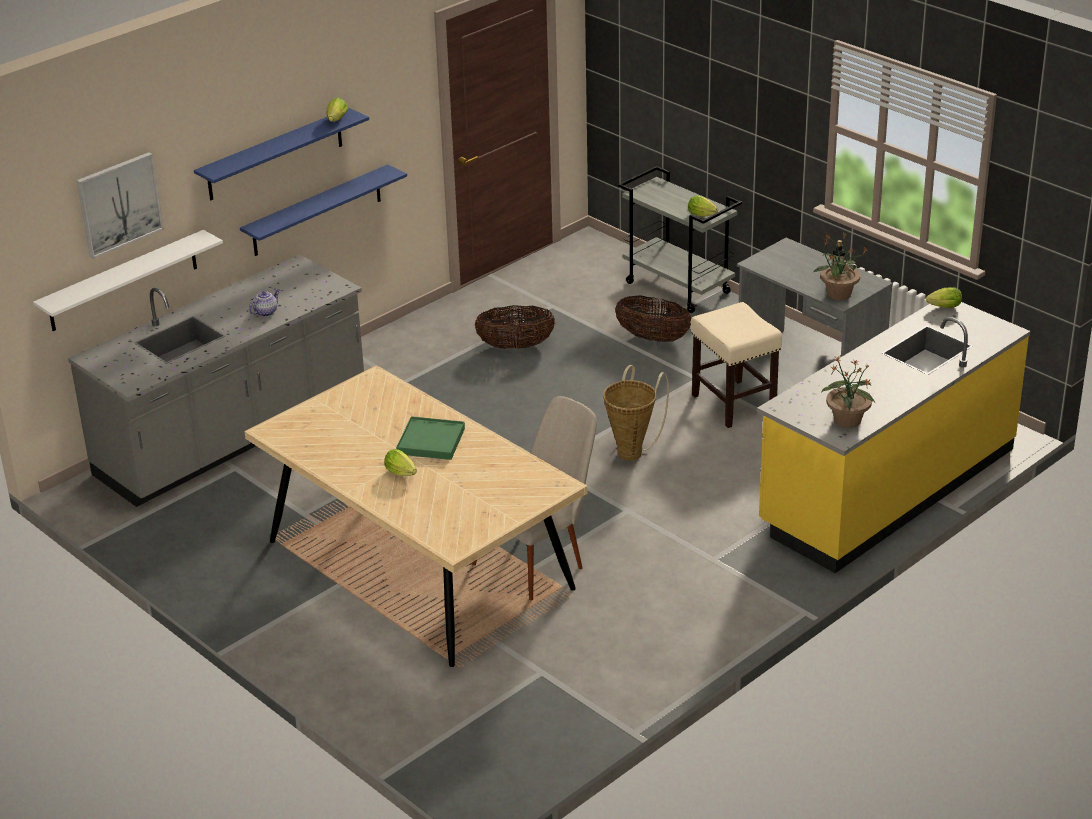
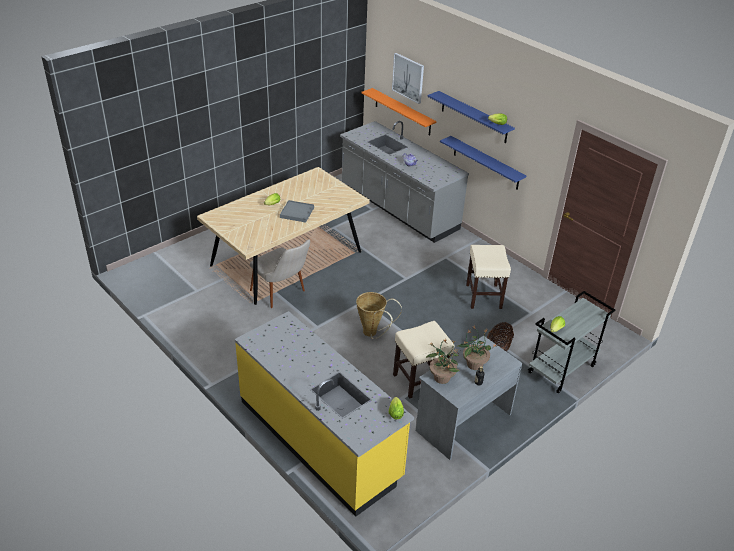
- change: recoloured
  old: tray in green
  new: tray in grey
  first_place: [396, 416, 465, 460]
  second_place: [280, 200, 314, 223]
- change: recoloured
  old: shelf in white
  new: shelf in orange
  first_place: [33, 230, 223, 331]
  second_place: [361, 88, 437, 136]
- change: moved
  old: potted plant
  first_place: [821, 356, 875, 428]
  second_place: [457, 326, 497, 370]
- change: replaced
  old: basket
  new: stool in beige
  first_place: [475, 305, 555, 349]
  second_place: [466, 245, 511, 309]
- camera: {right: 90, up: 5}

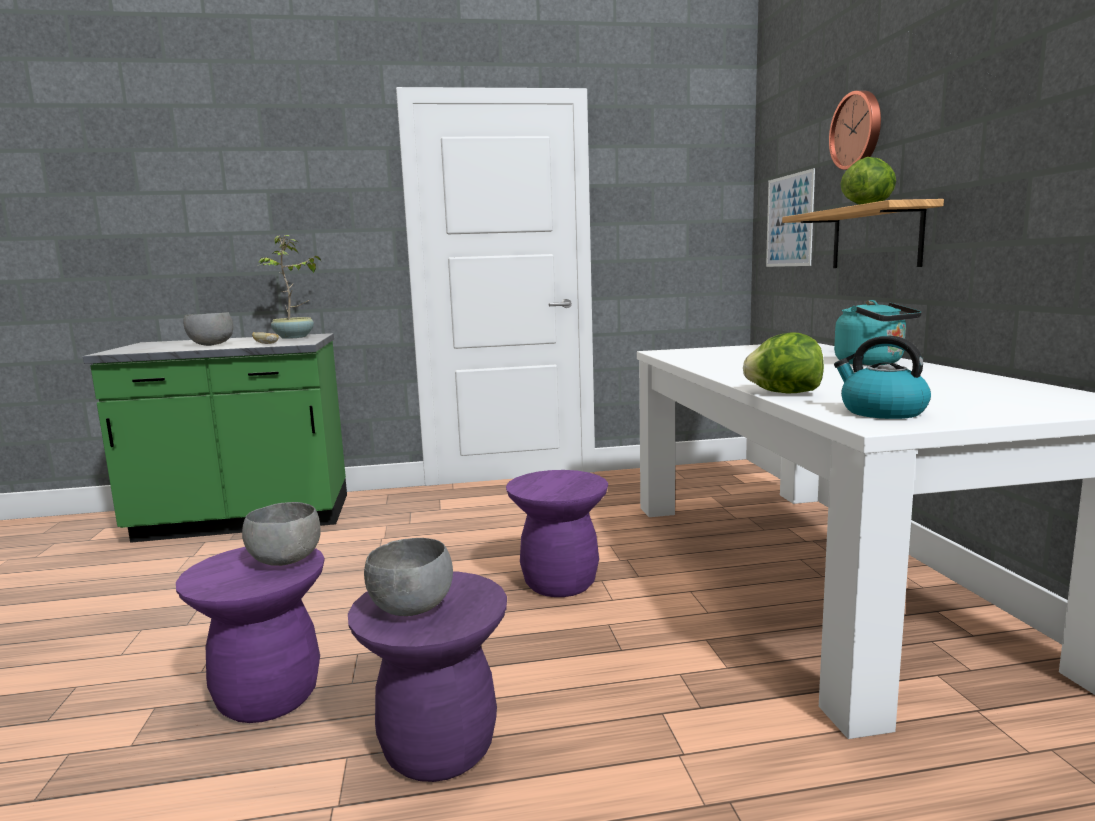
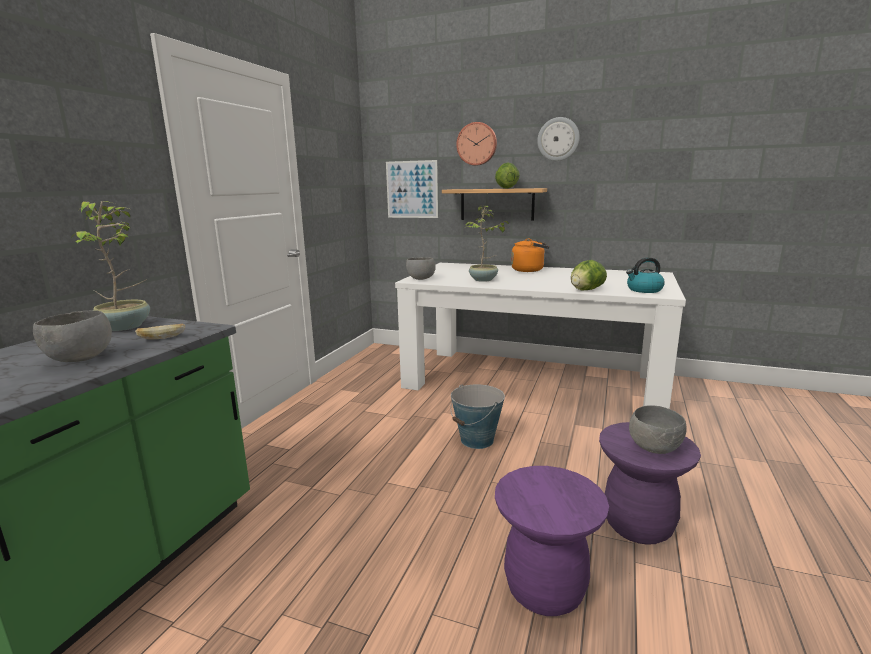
- change: moved
  old: bowl in grey
  first_place: [242, 502, 321, 566]
  second_place: [406, 257, 436, 280]
- change: replaced
  old: stool in purple
  new: bucket
  first_place: [506, 470, 608, 597]
  second_place: [450, 384, 505, 449]
- change: added
  new: potted plant
  second_place: [465, 205, 509, 282]
- change: recoloured
  old: kettle in turquoise
  new: kettle in orange
  first_place: [834, 300, 921, 365]
  second_place: [511, 239, 549, 272]
- change: added
  new: wall clock
  second_place: [537, 117, 580, 161]
- camera: {right: -60, up: 5}

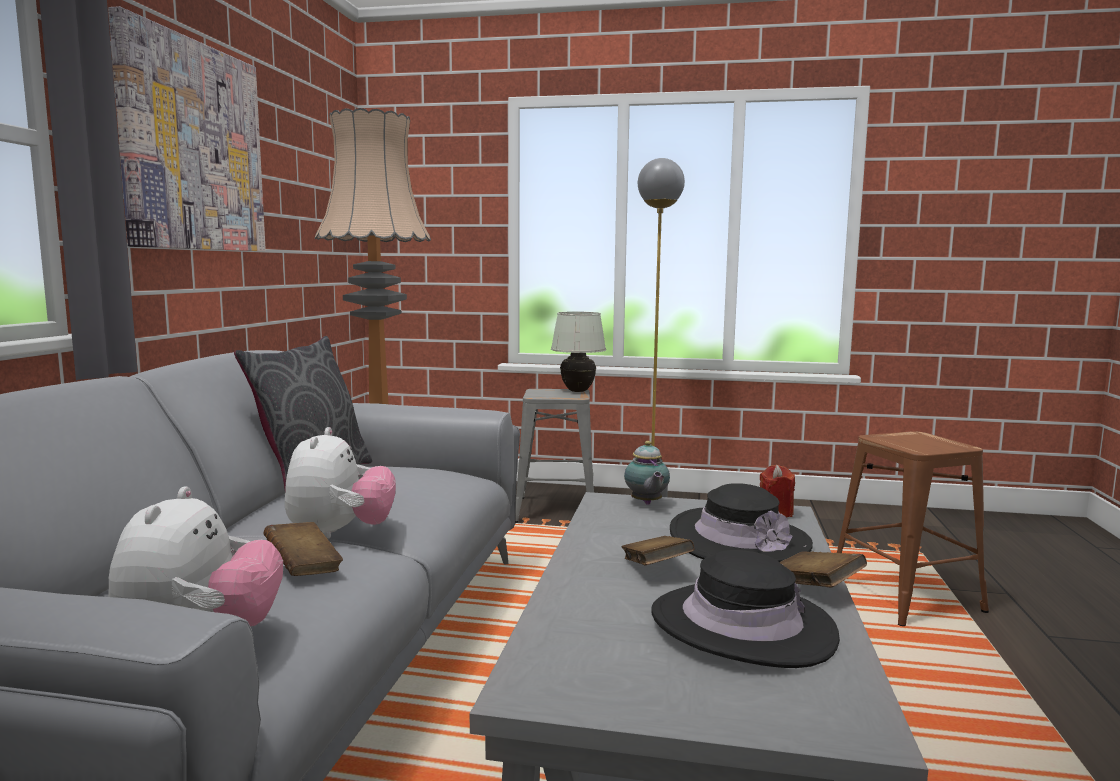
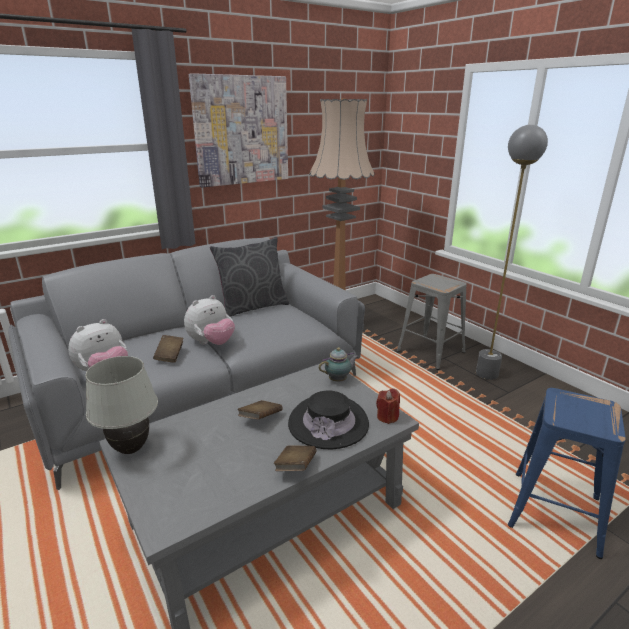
- change: moved
  old: table lamp in white
  first_place: [551, 312, 606, 392]
  second_place: [85, 356, 158, 454]
- change: turned
  old: teapot
  first_place: [624, 441, 670, 505]
  second_place: [319, 347, 359, 382]
  degrees: -150
- change: recoloured
  old: stool in brown
  new: stool in blue
  first_place: [837, 431, 989, 626]
  second_place: [508, 388, 626, 559]
- change: removed
  old: hat in black
  first_place: [651, 550, 840, 668]
- camera: {right: 45, up: 15}

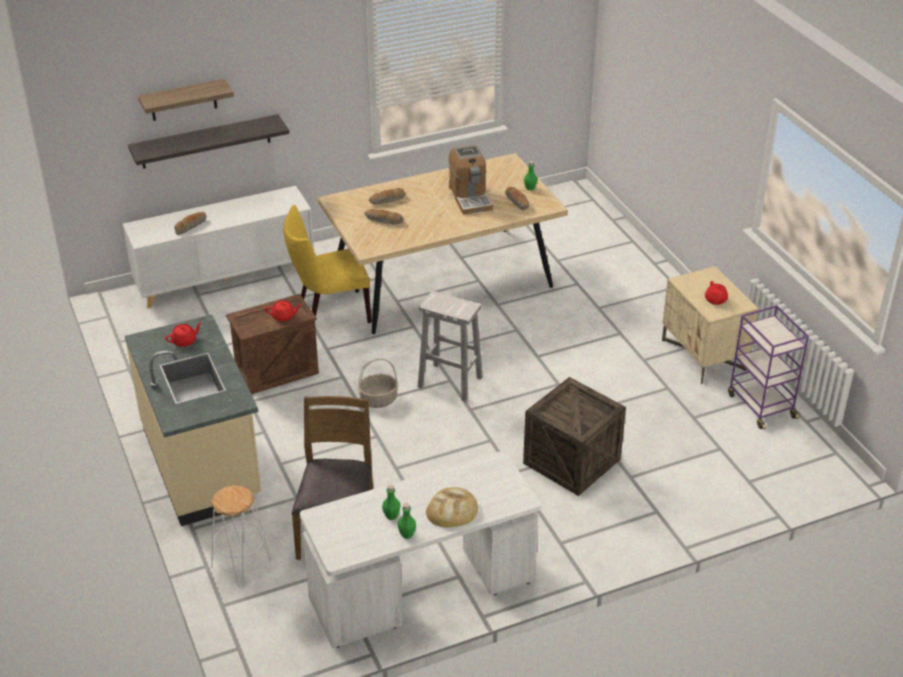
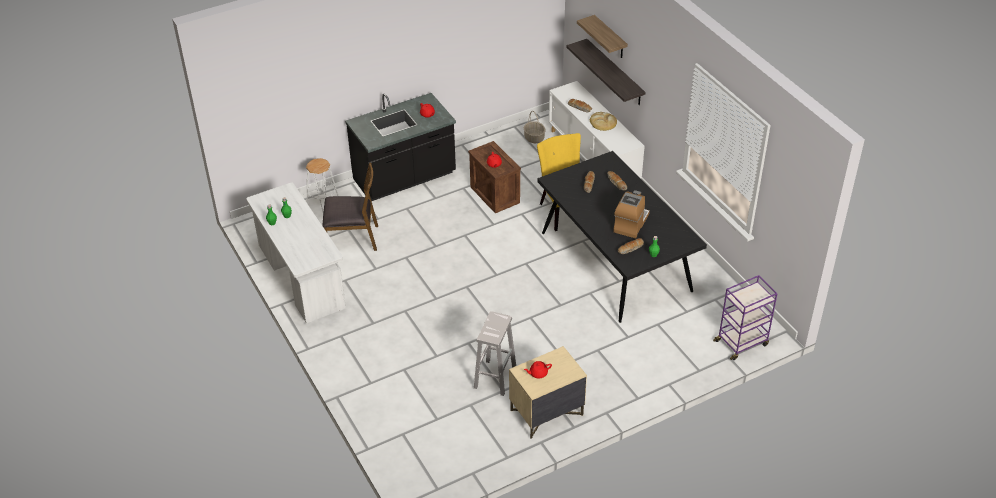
- change: recoloured
  old: counter in beige
  new: counter in black
  first_place: [125, 314, 261, 526]
  second_place: [345, 93, 456, 201]
- change: moved
  old: stool in white
  first_place: [418, 291, 483, 402]
  second_place: [474, 311, 516, 396]
- change: moved
  old: basket
  first_place: [358, 359, 398, 408]
  second_place: [524, 111, 545, 143]
- change: recoloured
  old: dining table in beige
  new: dining table in black
  first_place: [317, 153, 568, 334]
  second_place: [537, 151, 707, 323]
- change: moved
  old: bread
  first_place: [426, 487, 478, 527]
  second_place: [590, 112, 617, 131]
- change: turned
  old: coffee machine
  first_place: [448, 145, 493, 215]
  second_place: [613, 190, 650, 239]
  degrees: 135
- change: moved
  old: cart in purple
  first_place: [728, 305, 809, 429]
  second_place: [713, 275, 778, 360]
- change: removed
  old: crate
  first_place: [523, 377, 626, 496]
- camera: {right: 85, up: 5}

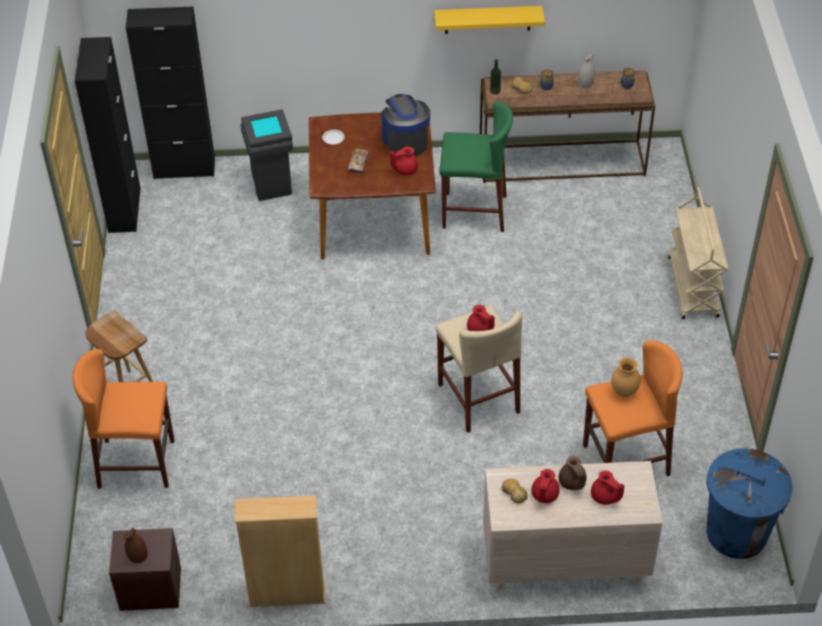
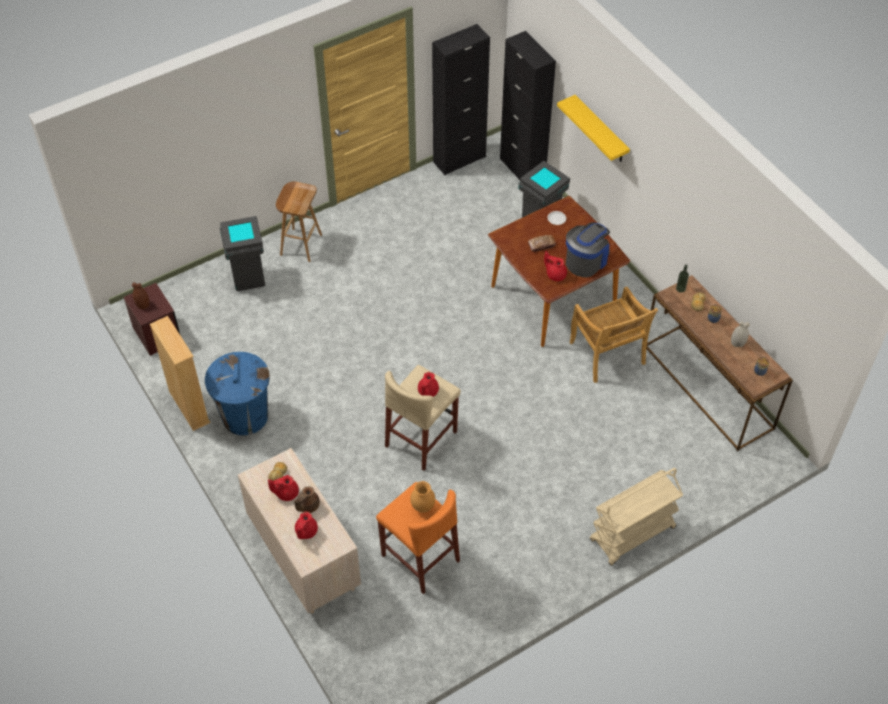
- change: moved
  old: trash can in blue
  first_place: [706, 448, 793, 559]
  second_place: [205, 352, 270, 435]
- change: replaced
  old: stool in orange
  new: trash can in grey
  first_place: [72, 349, 174, 489]
  second_place: [220, 216, 265, 291]
- change: moved
  old: shelf in yellow
  first_place: [434, 6, 545, 34]
  second_place: [557, 95, 630, 162]
- change: replaced
  old: stool in green
  new: chair in beige
  first_place: [439, 101, 513, 232]
  second_place: [570, 287, 658, 383]
- camera: {right: 60, up: 5}

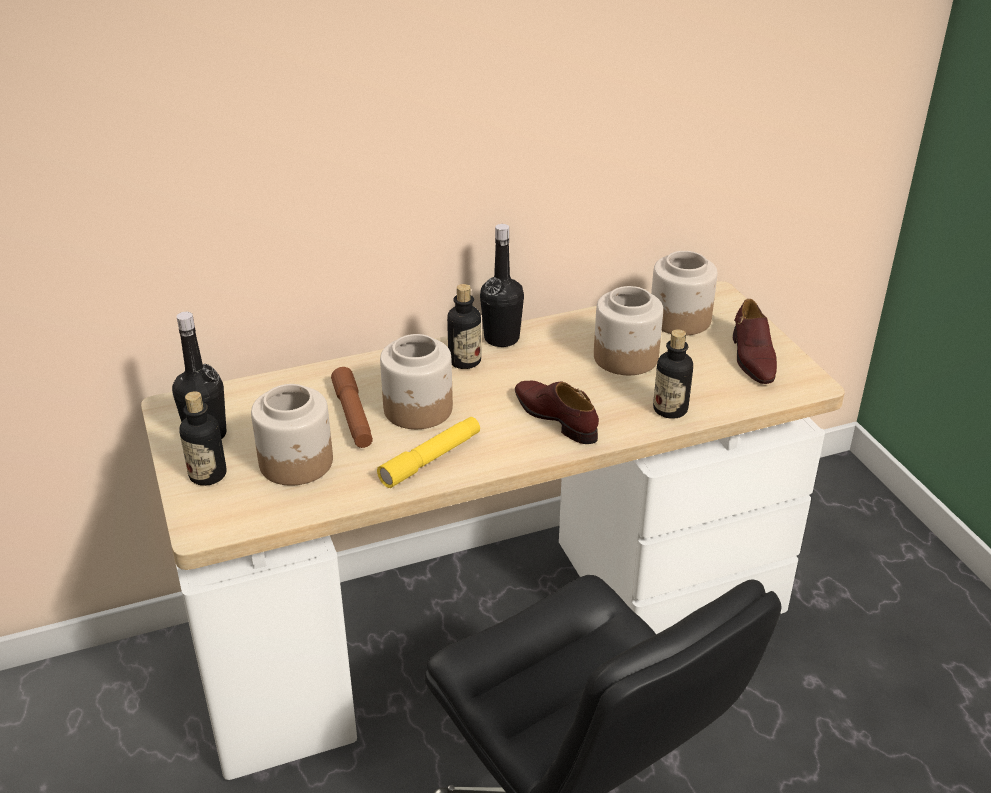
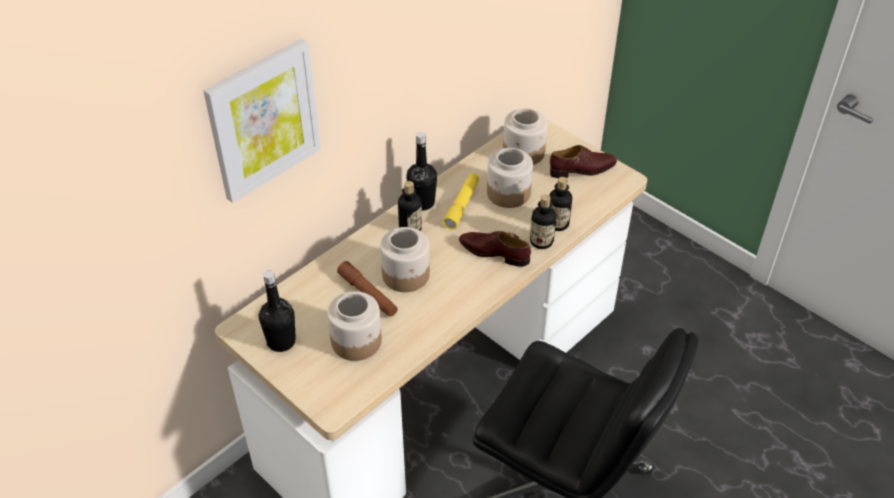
- change: added
  new: picture
  second_place: [204, 39, 321, 203]
- change: moved
  old: flashlight in yellow
  first_place: [377, 417, 480, 488]
  second_place: [443, 173, 479, 230]
- change: moved
  old: bottle
  first_place: [179, 391, 226, 486]
  second_place: [530, 194, 556, 249]
- change: turned
  old: shoe in brown
  first_place: [733, 299, 777, 384]
  second_place: [550, 145, 617, 178]
  degrees: -75
- camera: {right: -25, up: 10}

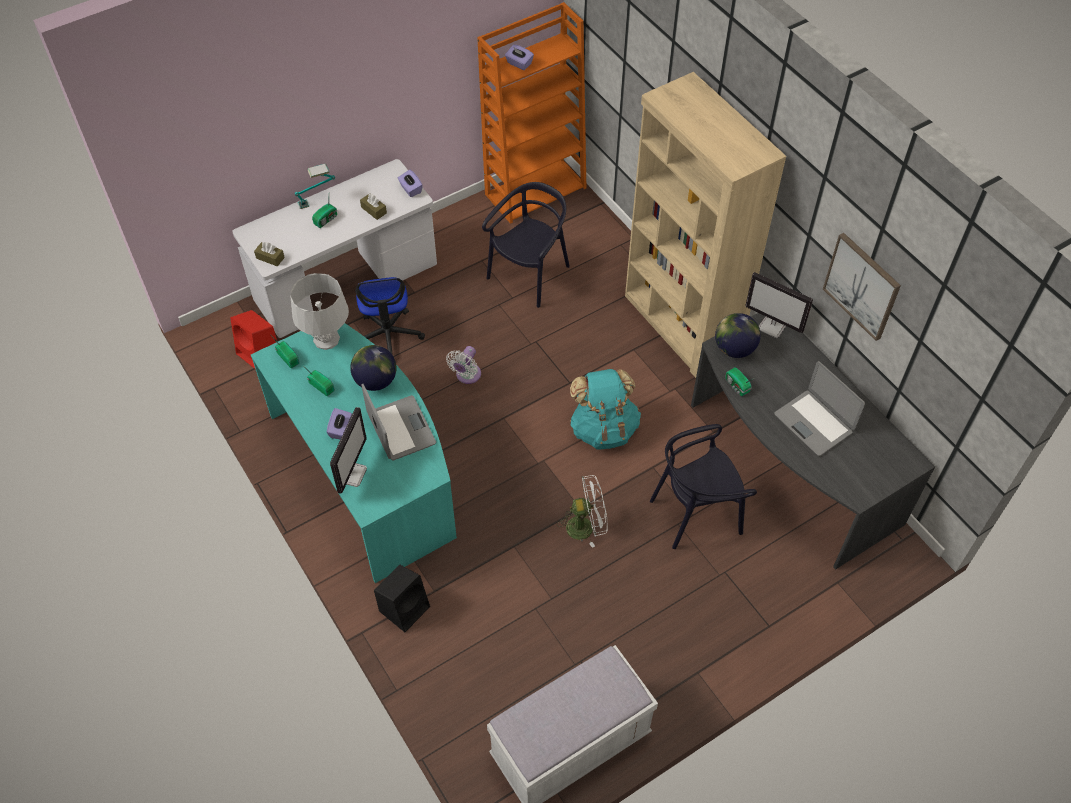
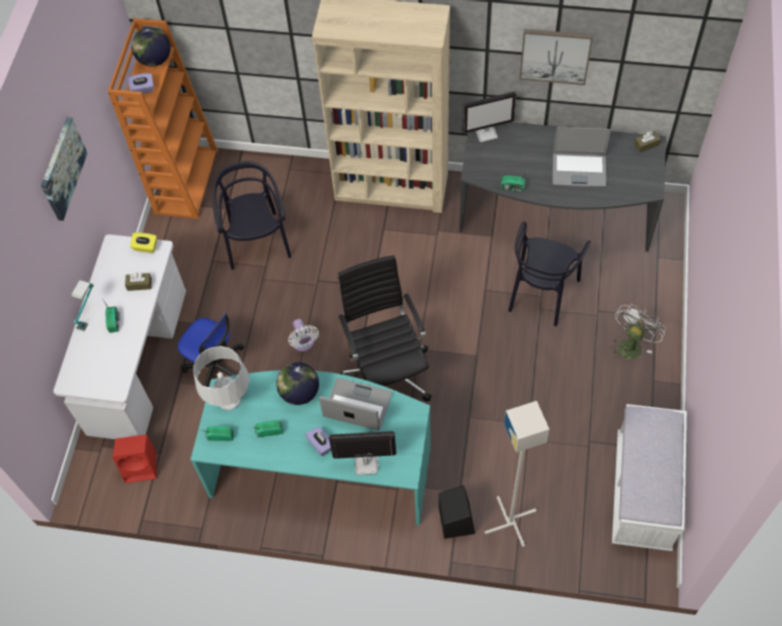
- change: added
  new: picture
  second_place: [41, 117, 88, 221]
- change: recoloured
  old: tissue box in purple
  new: tissue box in yellow
  first_place: [398, 170, 423, 197]
  second_place: [130, 232, 157, 253]
- change: moved
  old: globe
  first_place: [715, 313, 761, 358]
  second_place: [131, 27, 171, 67]
- change: turned
  old: monitor
  first_place: [330, 407, 367, 494]
  second_place: [329, 431, 396, 475]
  degrees: -60
- change: added
  new: office chair in black
  second_place: [338, 255, 431, 401]
- change: added
  new: floor lamp in grey
  second_place: [485, 401, 549, 547]
- change: moved
  old: fan in white
  first_place: [557, 475, 608, 548]
  second_place: [610, 304, 666, 361]
- change: moved
  old: tissue box in brown
  first_place: [254, 242, 285, 266]
  second_place: [634, 131, 661, 153]
- change: removed
  old: backpack in turquoise
  first_place: [570, 369, 641, 450]
- camera: {right: -45, up: 5}

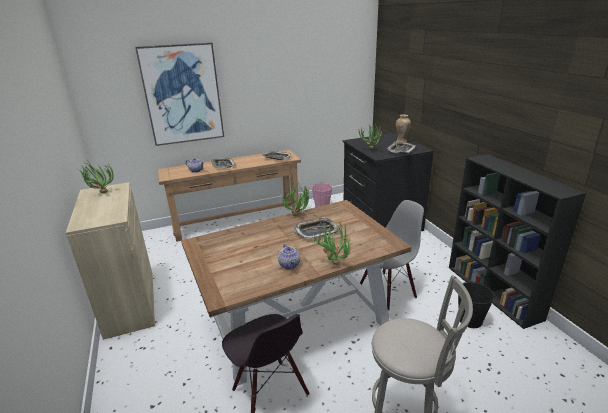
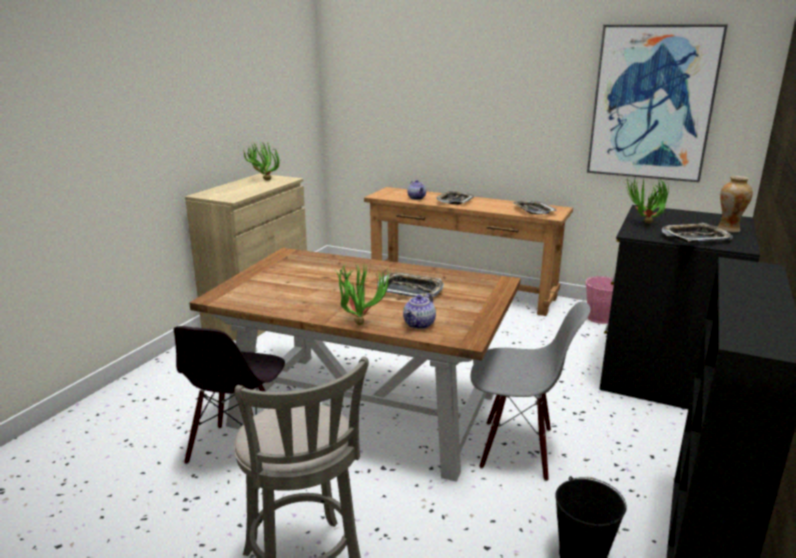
- change: moved
  old: teapot
  first_place: [278, 243, 300, 269]
  second_place: [403, 293, 436, 329]
- change: moved
  old: picture
  first_place: [135, 42, 224, 146]
  second_place: [587, 24, 728, 183]
- change: removed
  old: potted plant
  first_place: [282, 184, 310, 216]
- camera: {right: 45, up: -5}

